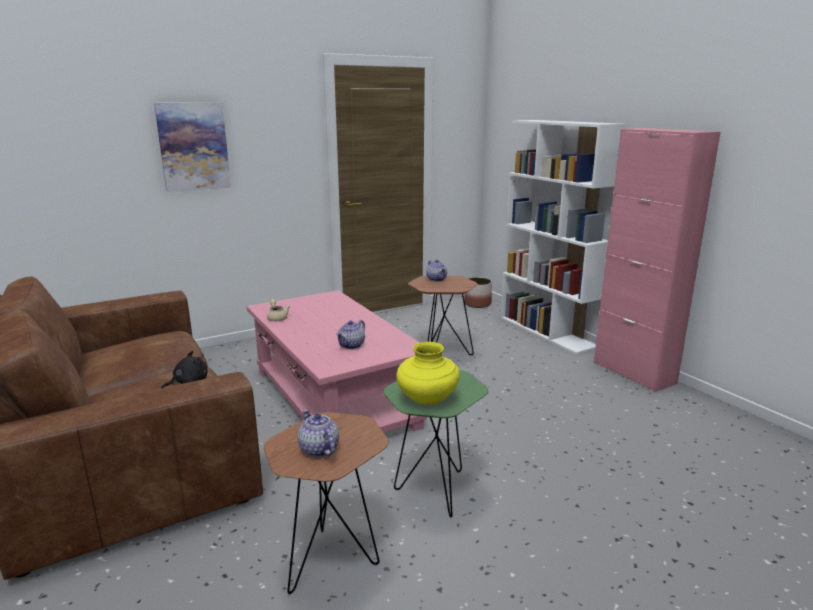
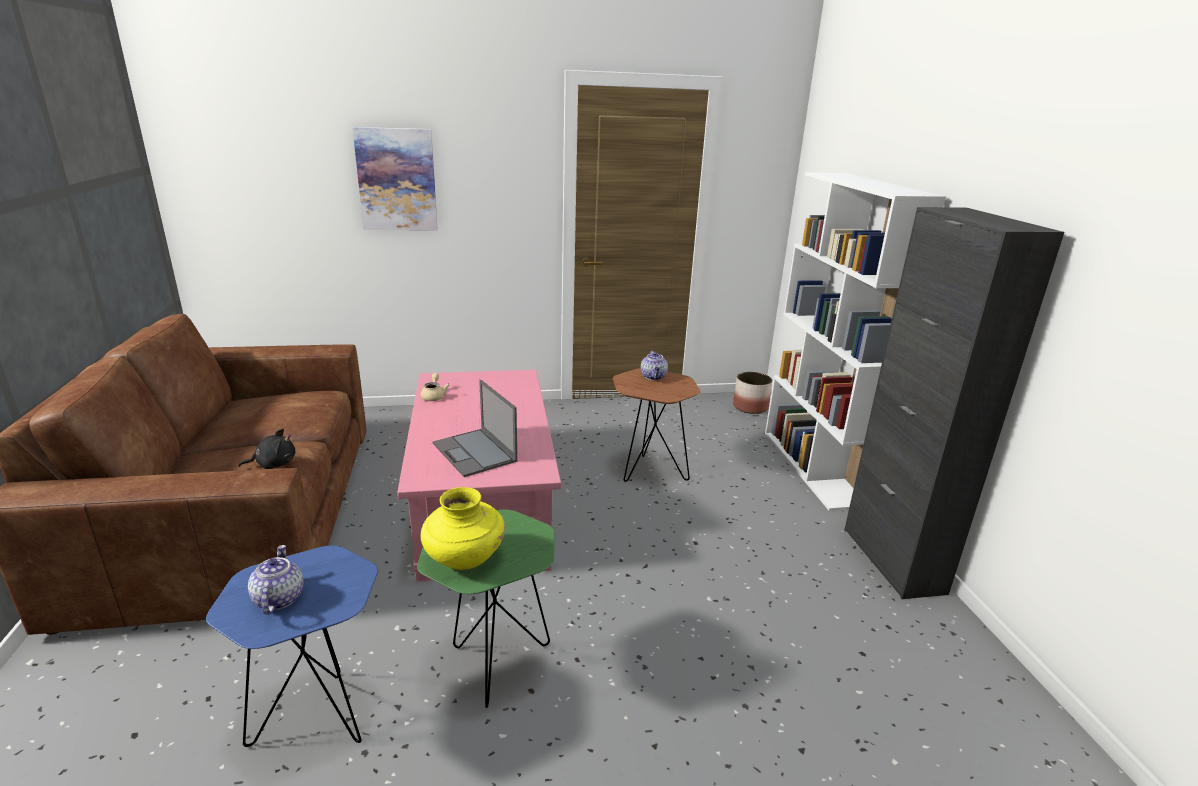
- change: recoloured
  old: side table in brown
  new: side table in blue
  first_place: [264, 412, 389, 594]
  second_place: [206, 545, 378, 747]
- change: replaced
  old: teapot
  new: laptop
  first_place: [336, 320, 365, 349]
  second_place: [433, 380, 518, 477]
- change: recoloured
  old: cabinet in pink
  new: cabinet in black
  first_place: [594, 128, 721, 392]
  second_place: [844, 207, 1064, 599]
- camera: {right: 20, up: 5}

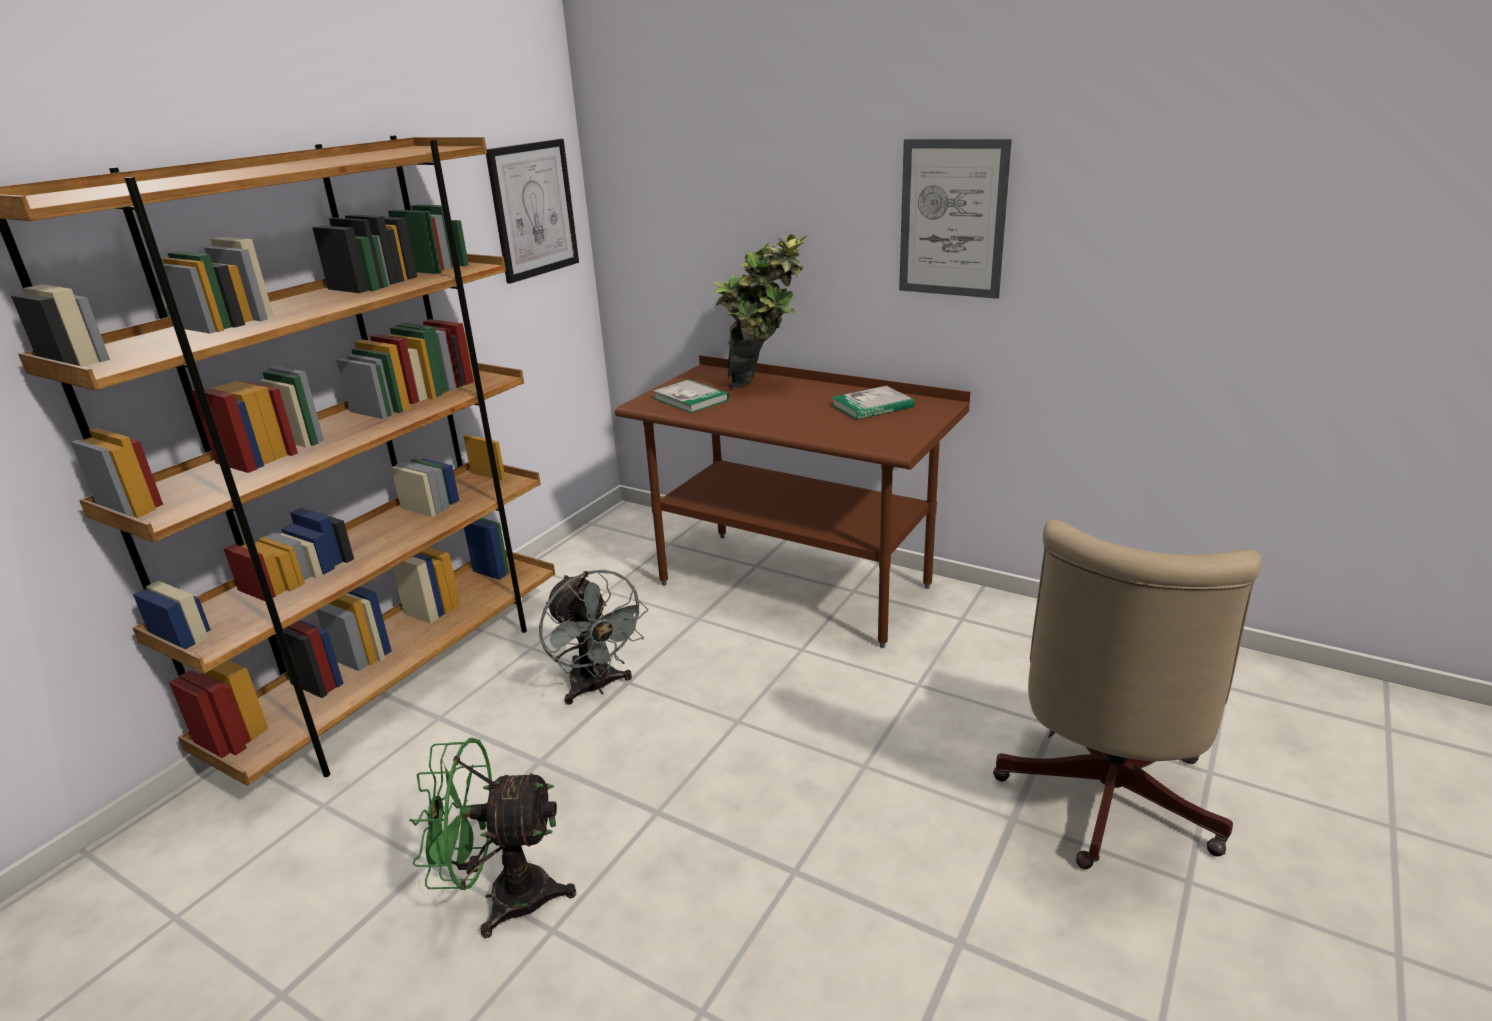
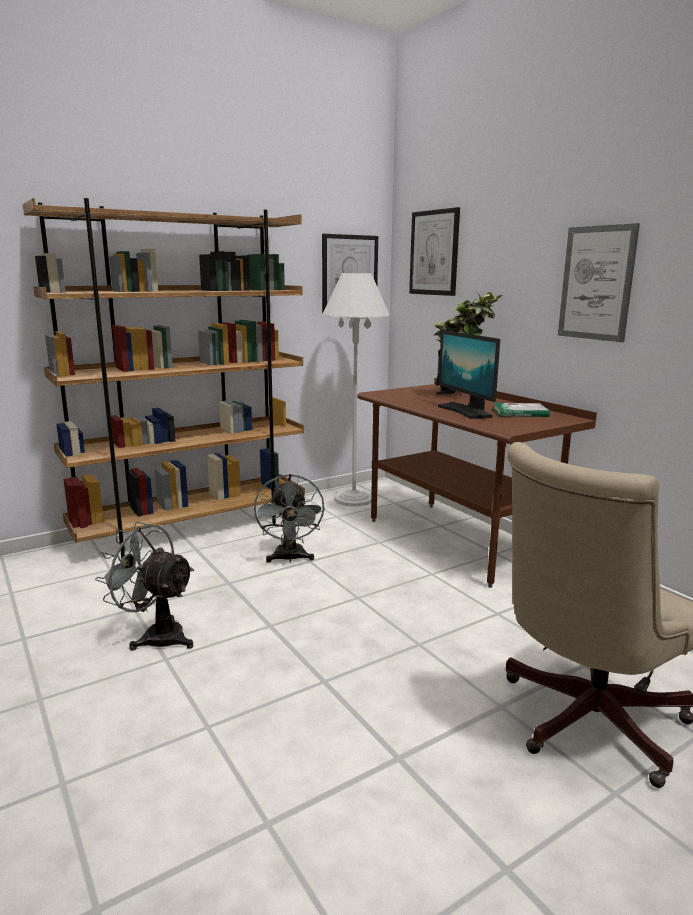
- change: recoloured
  old: fan in green
  new: fan in grey
  first_place: [409, 738, 576, 938]
  second_place: [95, 522, 194, 651]
- change: added
  new: floor lamp in white
  second_place: [322, 273, 390, 506]
- change: added
  new: picture
  second_place: [409, 207, 460, 296]
- change: added
  new: monitor
  second_place: [438, 330, 500, 419]
- change: removed
  old: book
  first_place: [653, 379, 729, 413]
- camera: {right: 25, up: -10}

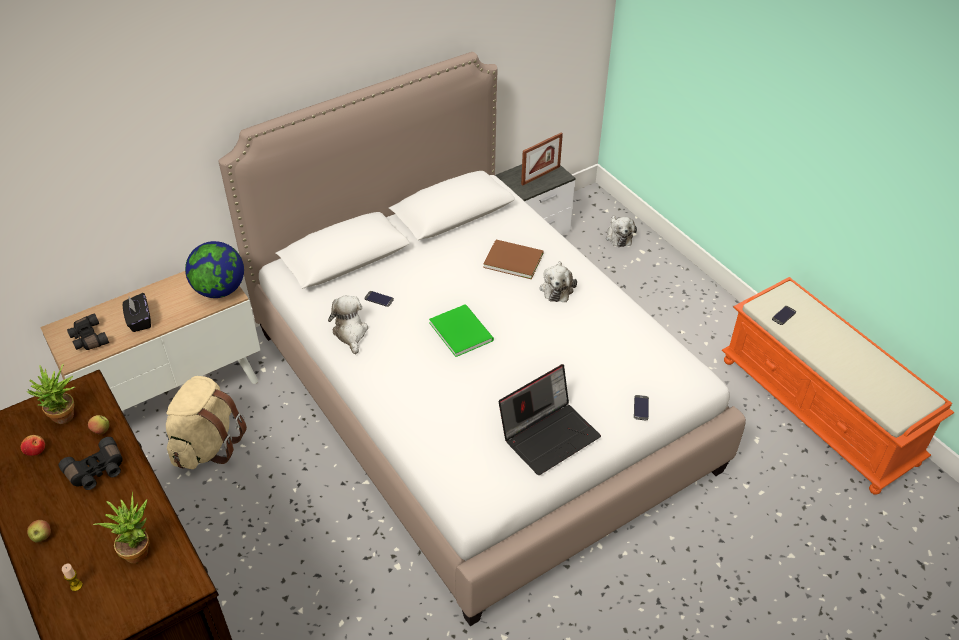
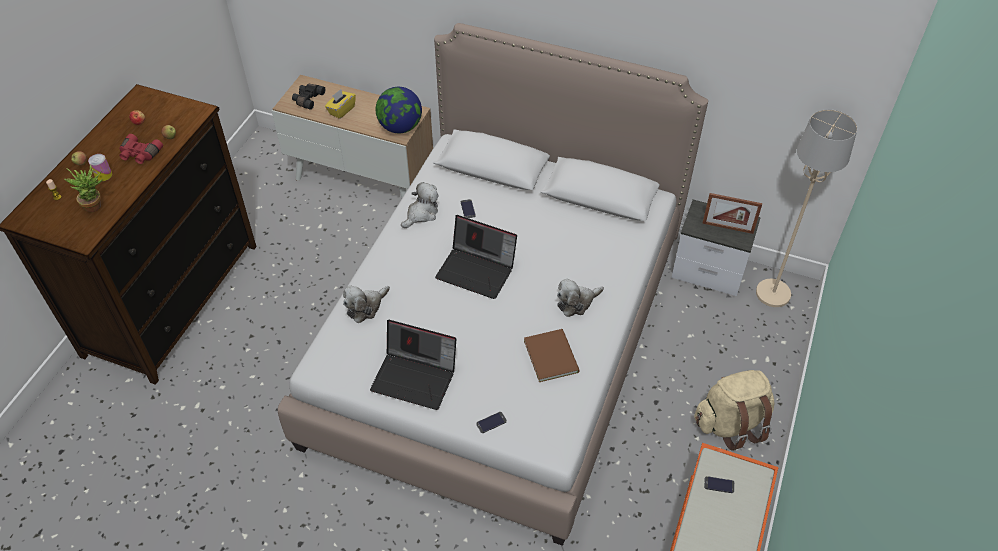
- change: added
  new: can
  second_place: [88, 154, 112, 181]
- change: recoloured
  old: binoculars in black
  new: binoculars in red
  first_place: [59, 437, 123, 490]
  second_place: [119, 134, 163, 164]
- change: recoloured
  old: tissue box in black
  new: tissue box in yellow
  first_place: [123, 293, 151, 332]
  second_place: [325, 89, 356, 119]
- change: moved
  old: plush toy
  first_place: [606, 215, 637, 247]
  second_place: [343, 285, 390, 323]
- change: replaced
  old: book in green
  new: laptop
  first_place: [429, 304, 494, 357]
  second_place: [435, 215, 517, 299]
- change: moved
  old: book in brown
  first_place: [483, 239, 544, 279]
  second_place: [524, 329, 580, 382]
- change: moved
  old: backpack in beige
  first_place: [166, 376, 247, 469]
  second_place: [694, 370, 774, 450]
- change: added
  new: floor lamp in beige
  second_place: [756, 109, 857, 307]
- change: removed
  old: potted plant
  first_place: [27, 364, 75, 424]
- camera: {right: 55, up: 5}

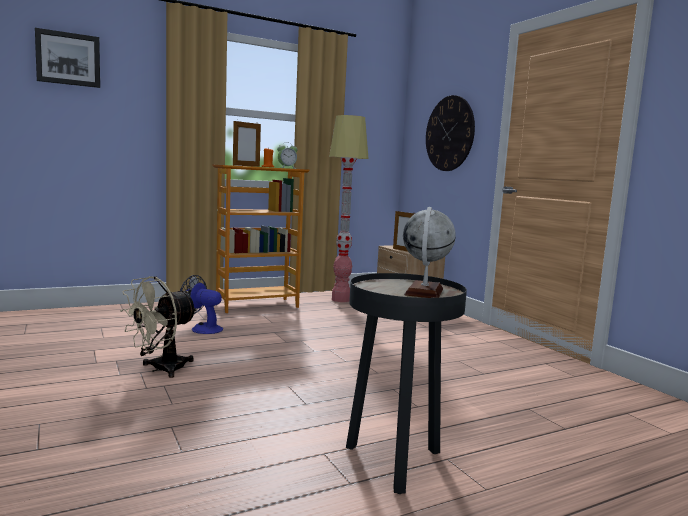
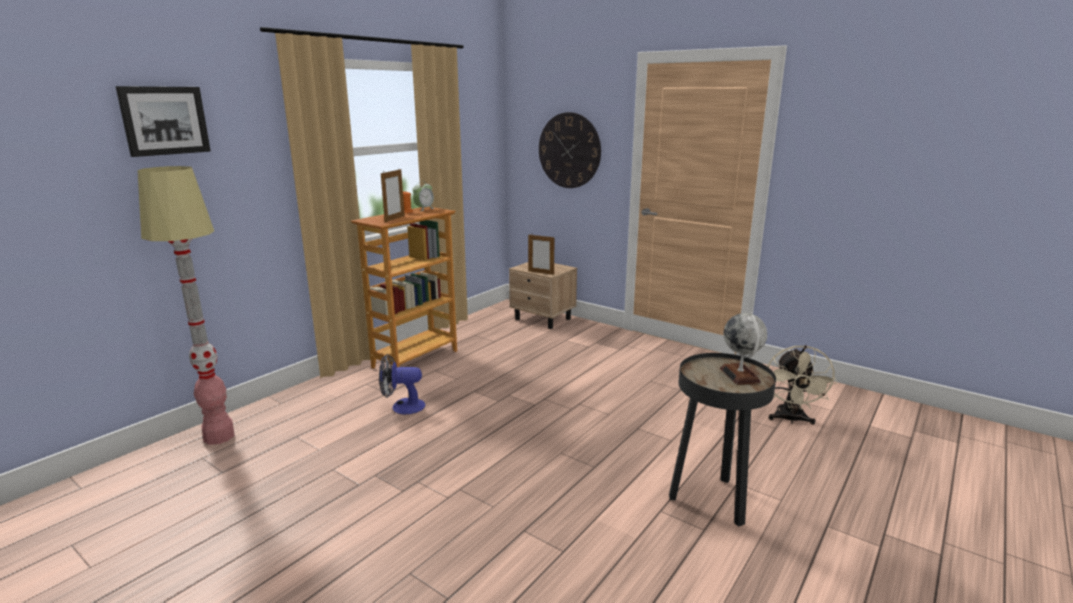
- change: moved
  old: floor lamp
  first_place: [329, 115, 369, 302]
  second_place: [137, 166, 235, 445]
- change: moved
  old: fan in beige
  first_place: [120, 276, 198, 378]
  second_place: [767, 345, 837, 425]
- camera: {right: -25, up: 10}

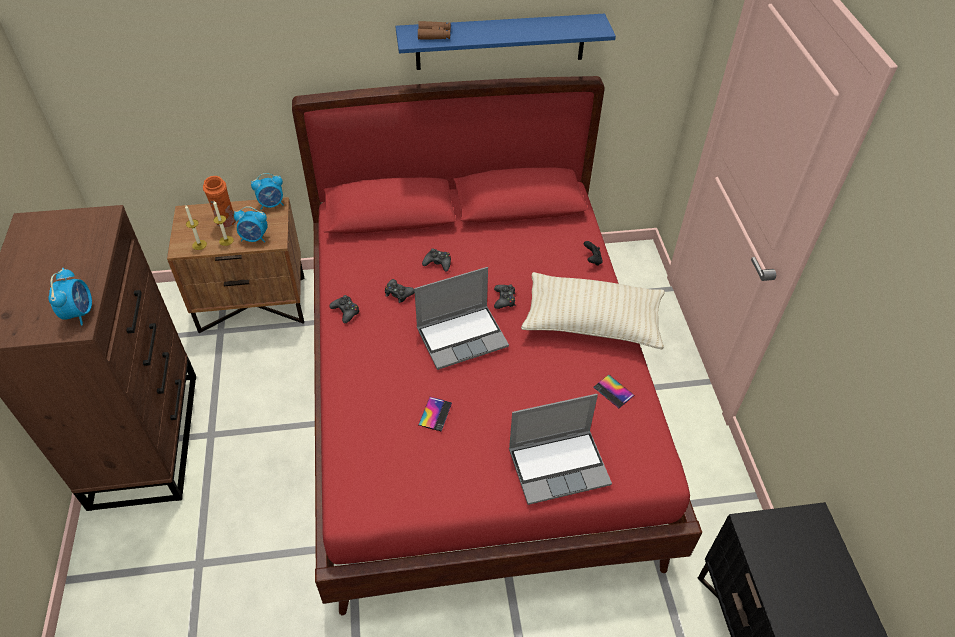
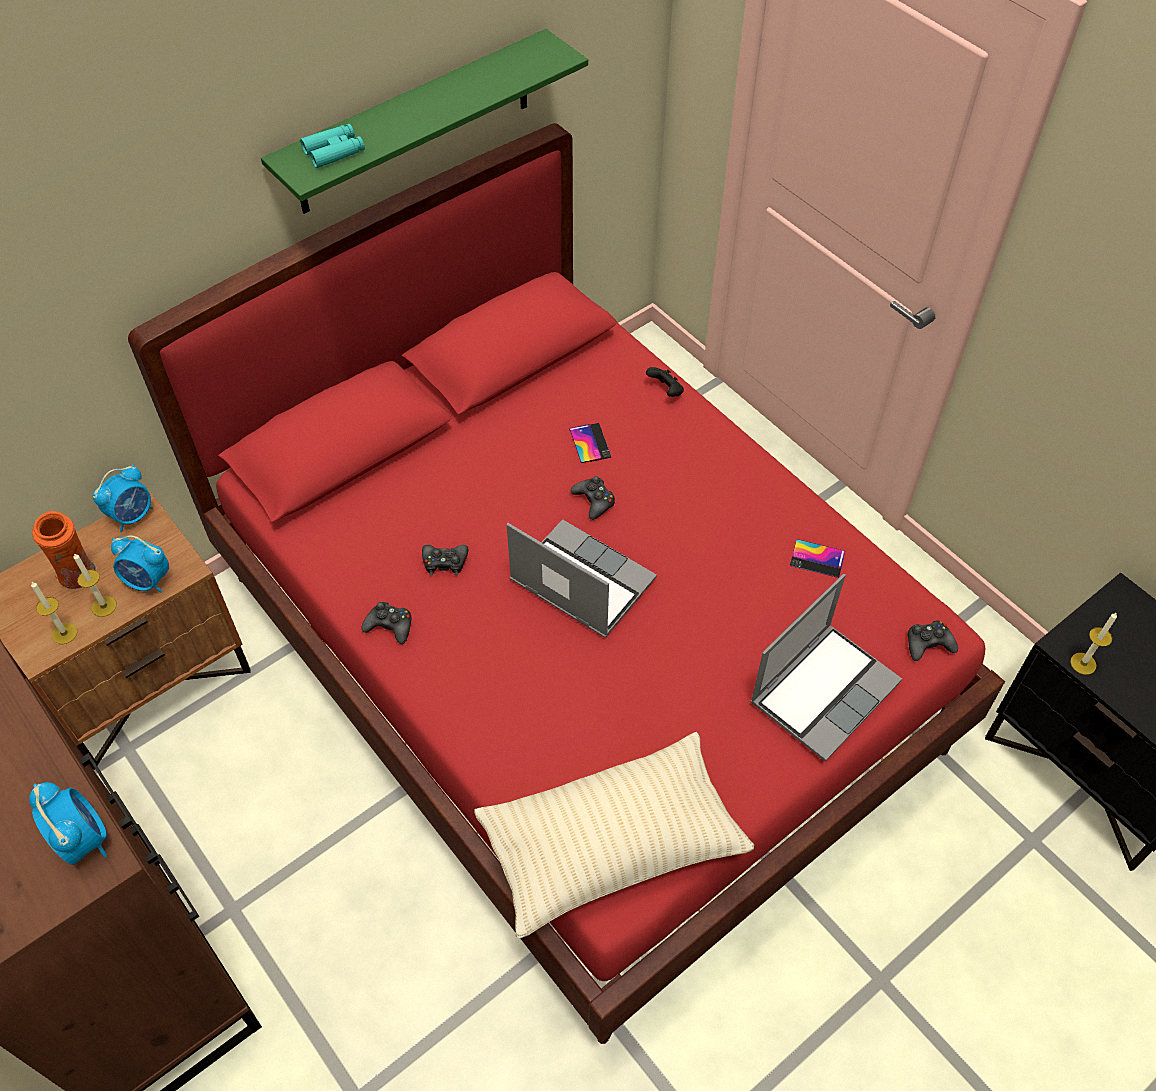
- change: turned
  old: alarm clock
  first_place: [234, 206, 268, 243]
  second_place: [111, 535, 169, 593]
  degrees: 45
- change: recoloured
  old: shelf in blue
  new: shelf in green
  first_place: [395, 14, 616, 70]
  second_place: [261, 29, 588, 214]
- change: recoloured
  old: binoculars in brown
  new: binoculars in turquoise
  first_place: [418, 21, 451, 40]
  second_place: [300, 124, 365, 168]
- change: moved
  old: pillow in beige
  first_place: [521, 272, 665, 349]
  second_place: [475, 732, 754, 939]
- change: turned
  old: laptop
  first_place: [414, 267, 509, 370]
  second_place: [507, 519, 657, 638]
  degrees: -90
- change: moved
  old: phone
  first_place: [418, 397, 452, 431]
  second_place: [569, 423, 611, 463]
- change: moved
  old: game controller in black
  first_place: [422, 248, 451, 272]
  second_place: [908, 620, 958, 661]
- change: added
  new: candle
  second_place: [1070, 612, 1117, 675]
- camera: {right: -30, up: 5}

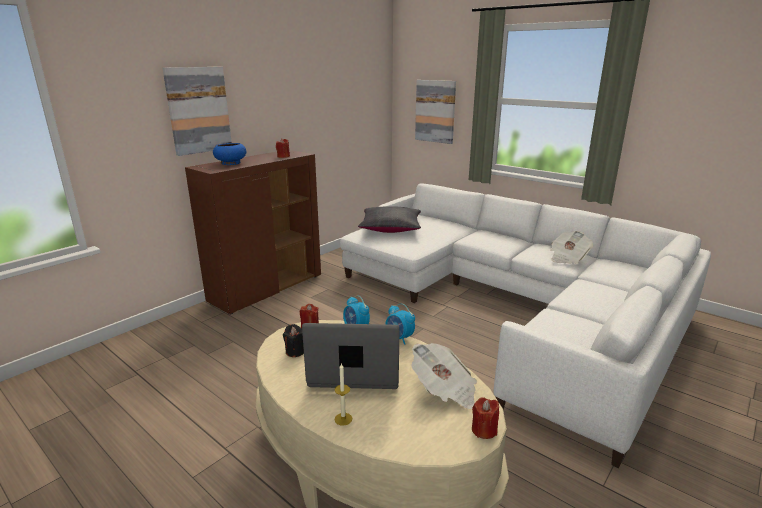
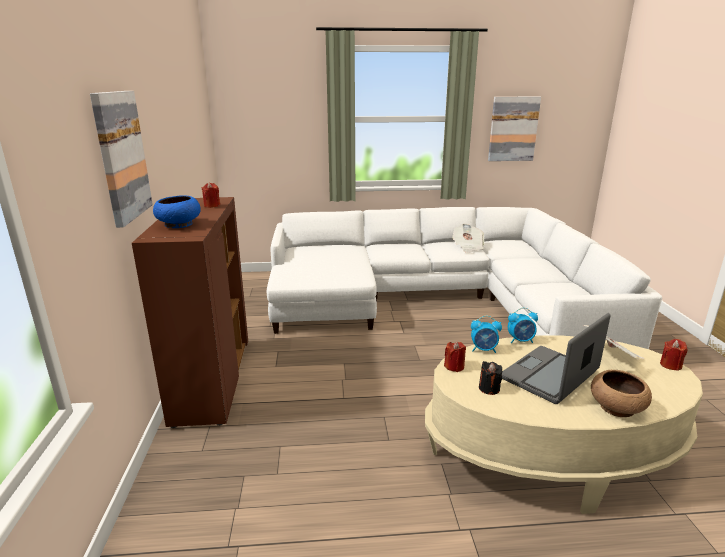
- change: moved
  old: picture
  first_place: [415, 80, 456, 144]
  second_place: [488, 97, 541, 161]
- change: replaced
  old: candle
  new: bowl in brown
  first_place: [335, 363, 352, 425]
  second_place: [591, 370, 652, 417]
- change: removed
  old: pillow in black
  first_place: [358, 206, 421, 233]
- camera: {right: -45, up: 0}

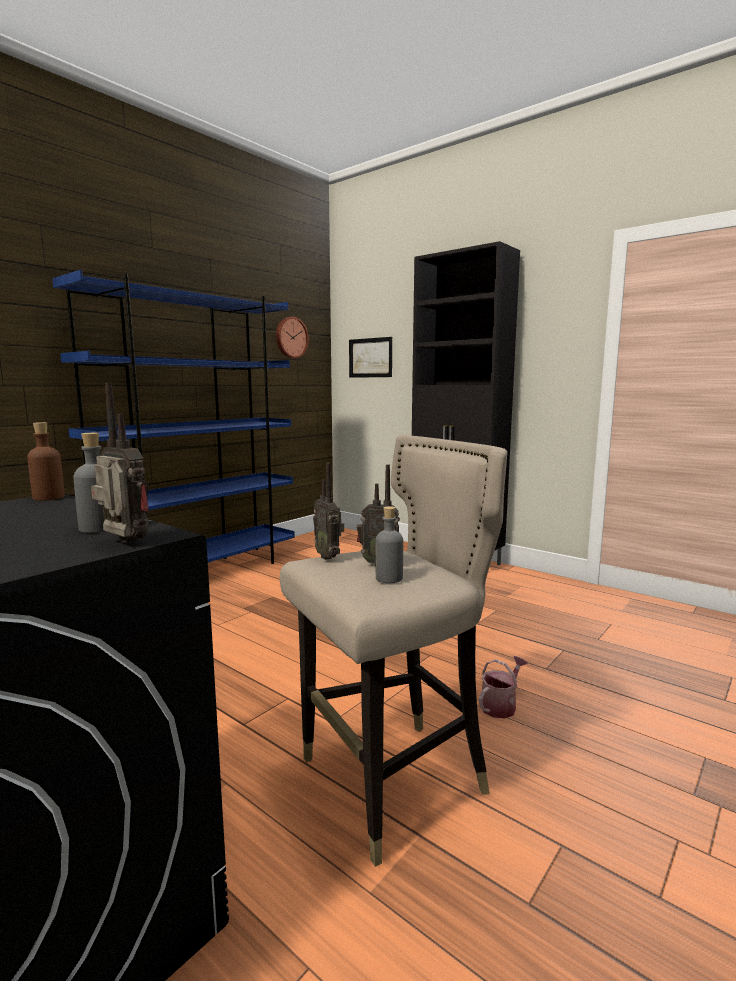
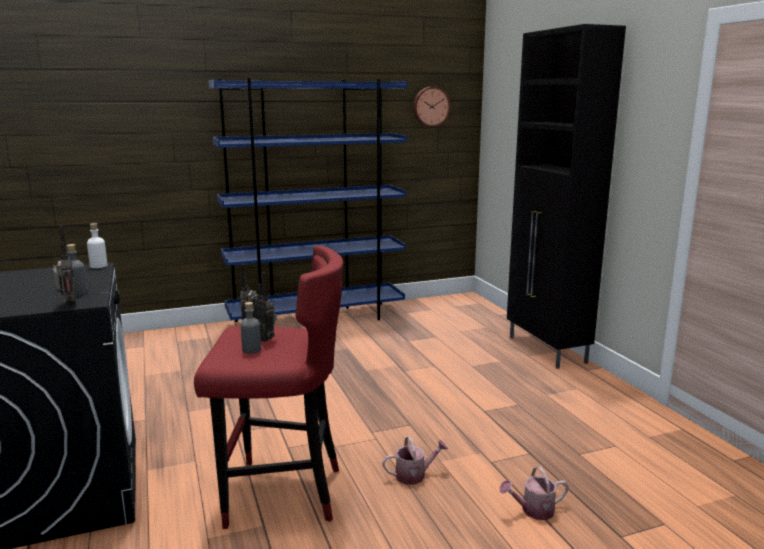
- change: recoloured
  old: bottle in brown
  new: bottle in white
  first_place: [27, 422, 65, 501]
  second_place: [87, 223, 107, 268]
- change: recoloured
  old: stool in beige
  new: stool in red
  first_place: [280, 435, 507, 867]
  second_place: [194, 245, 343, 529]
- change: added
  new: watering can
  second_place: [500, 466, 569, 520]
- change: removed
  old: picture
  first_place: [349, 337, 392, 378]
- camera: {right: 30, up: 5}

